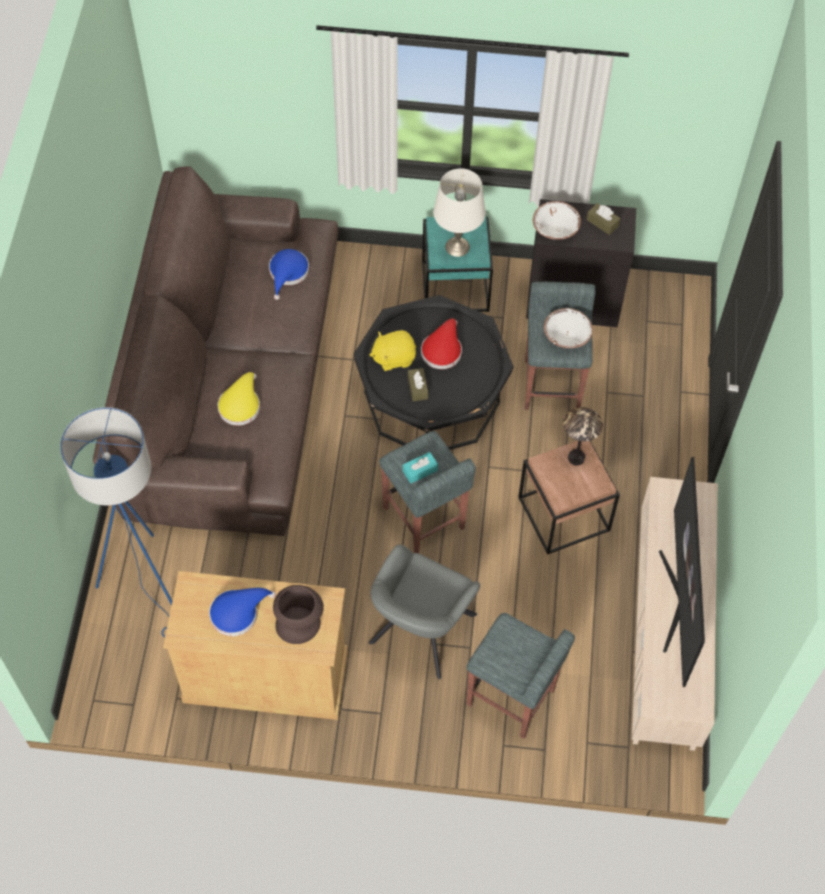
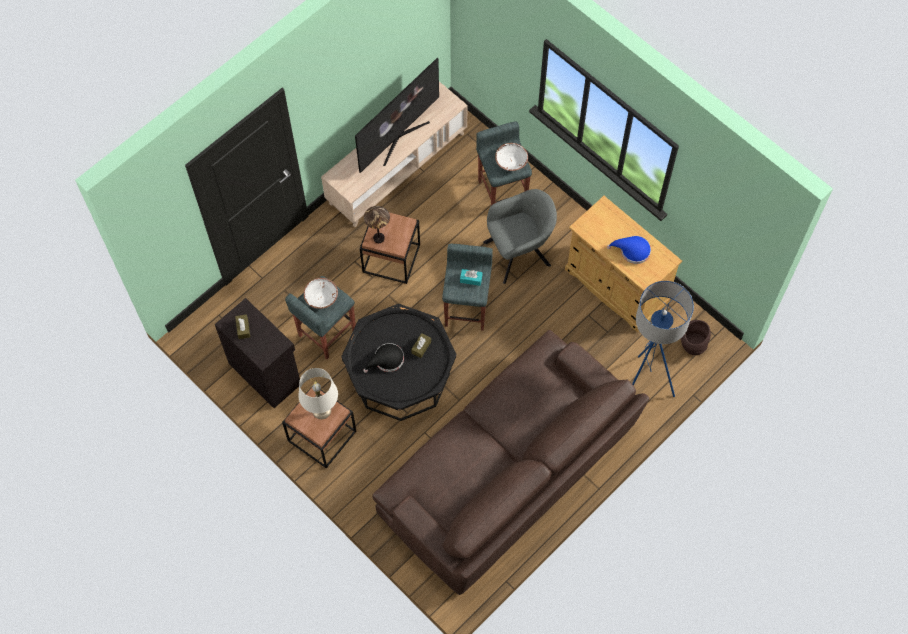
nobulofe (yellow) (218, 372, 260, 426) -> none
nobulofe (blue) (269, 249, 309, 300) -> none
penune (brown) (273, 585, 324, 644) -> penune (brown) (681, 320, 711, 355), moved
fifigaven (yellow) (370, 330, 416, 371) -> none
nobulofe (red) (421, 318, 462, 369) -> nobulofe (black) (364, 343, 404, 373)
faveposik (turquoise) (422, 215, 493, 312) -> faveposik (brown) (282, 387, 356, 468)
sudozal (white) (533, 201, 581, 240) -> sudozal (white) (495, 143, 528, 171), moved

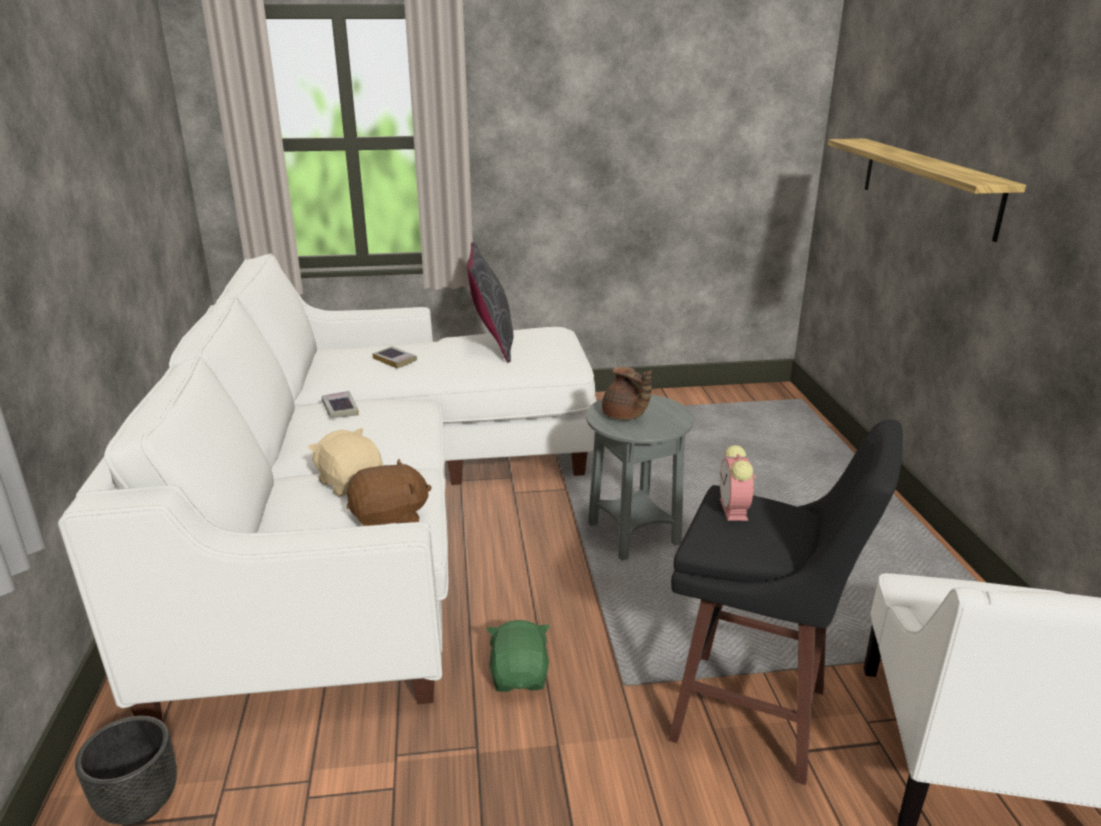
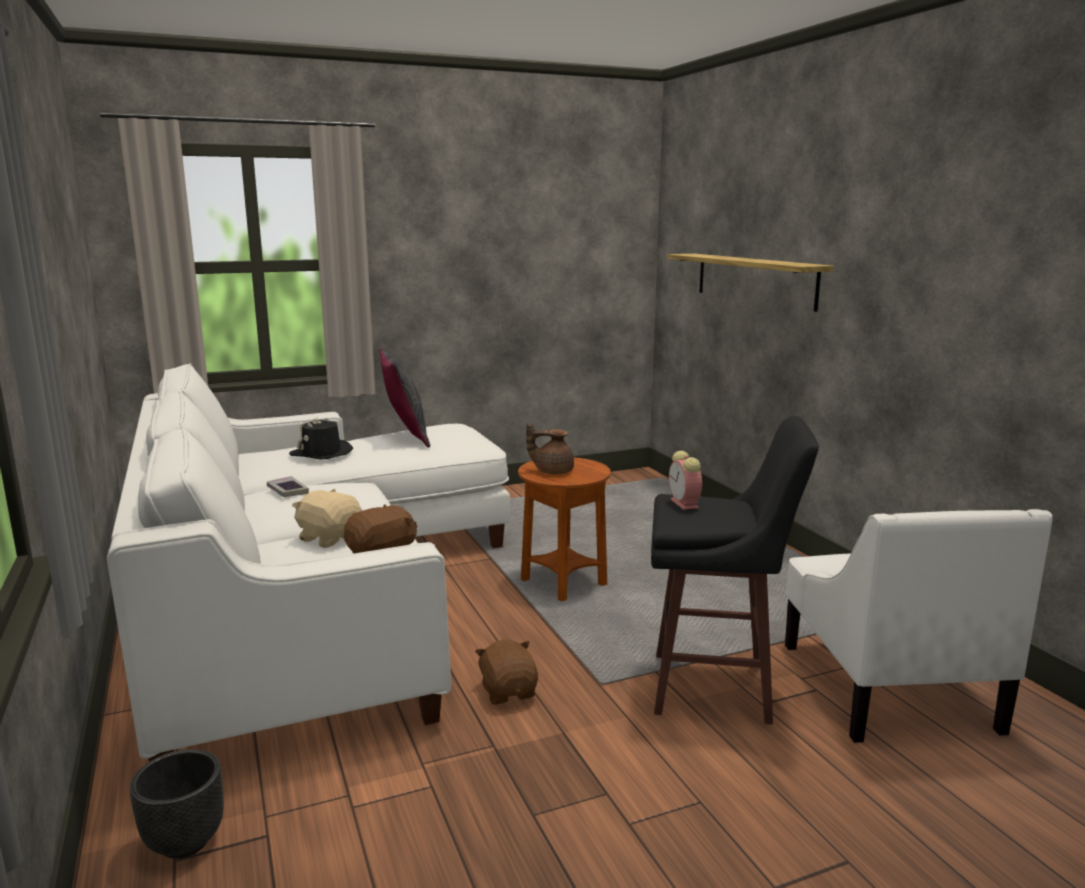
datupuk (372, 346, 417, 369) -> nobulofe (black) (289, 418, 353, 459)
fifigaven (green) (487, 620, 550, 692) -> fifigaven (brown) (475, 640, 538, 704)
faveposik (grey) (586, 395, 694, 561) -> faveposik (brown) (518, 458, 611, 601)
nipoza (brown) (602, 367, 652, 420) -> nipoza (brown) (526, 422, 574, 474), 150 degrees clockwise

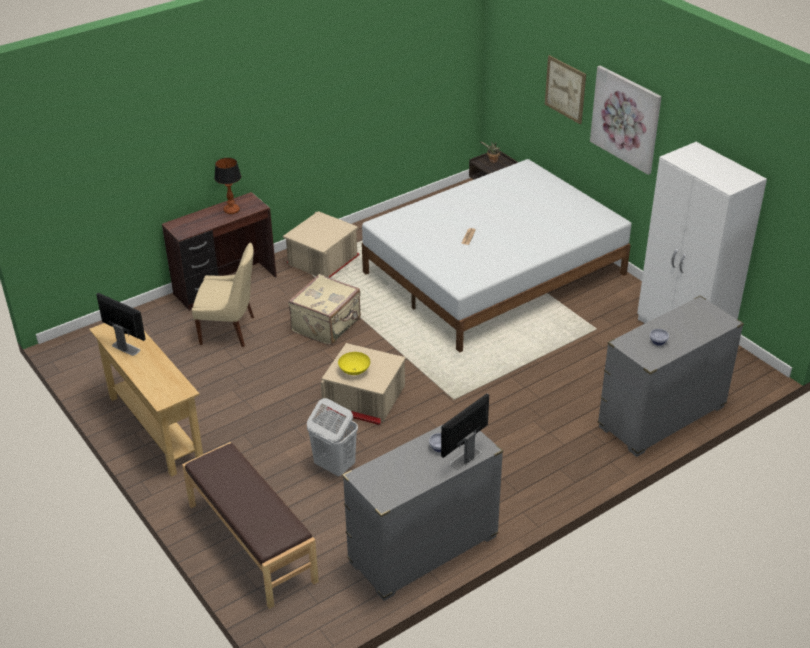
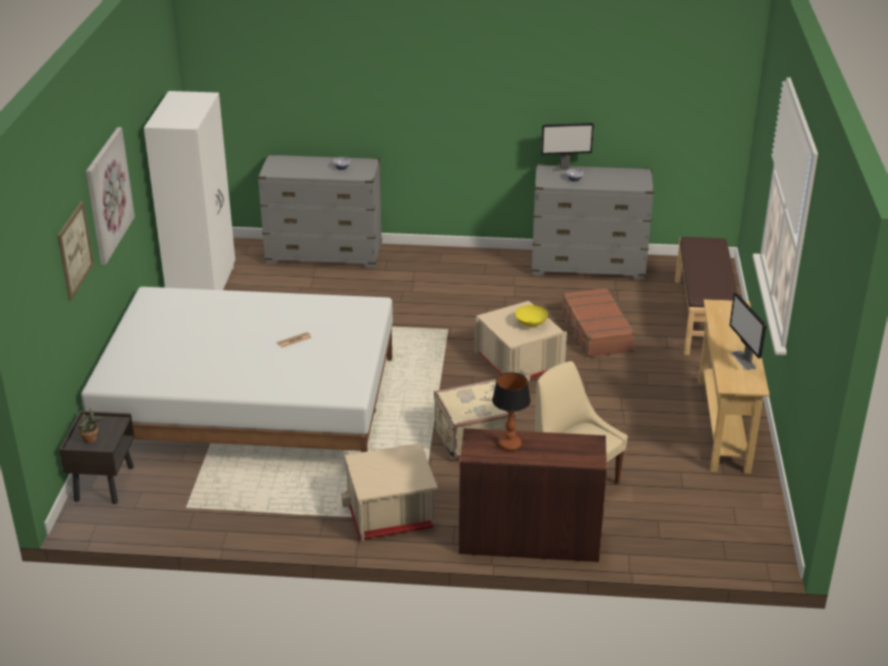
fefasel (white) (307, 398, 358, 477) -> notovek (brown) (561, 287, 635, 357)

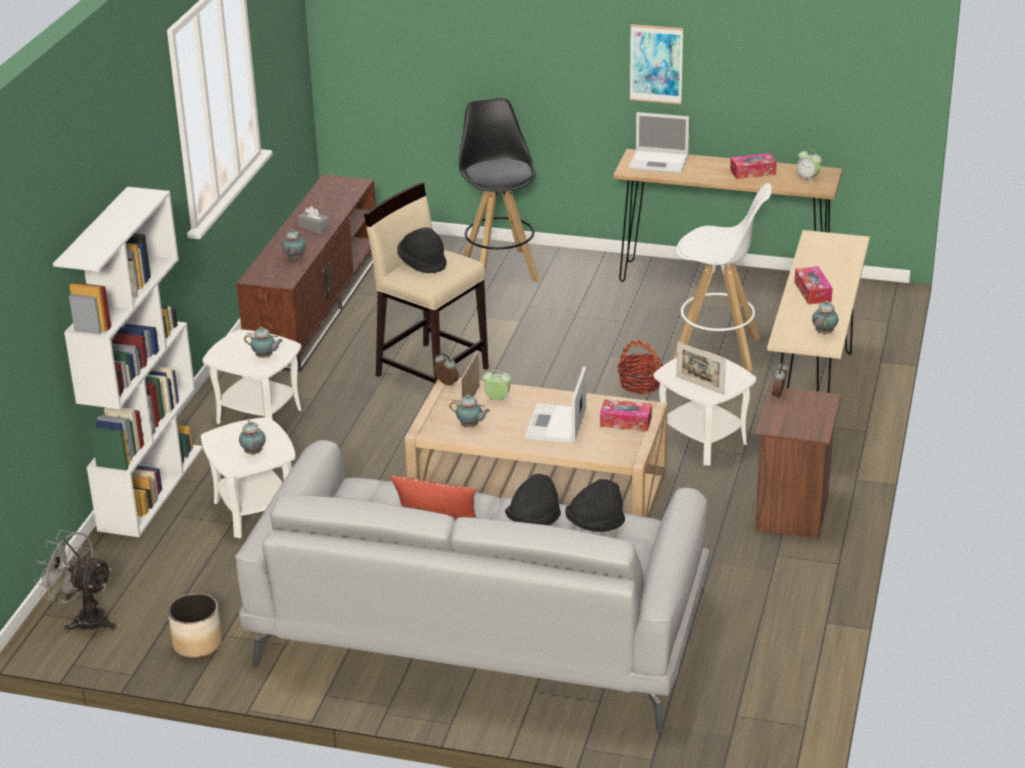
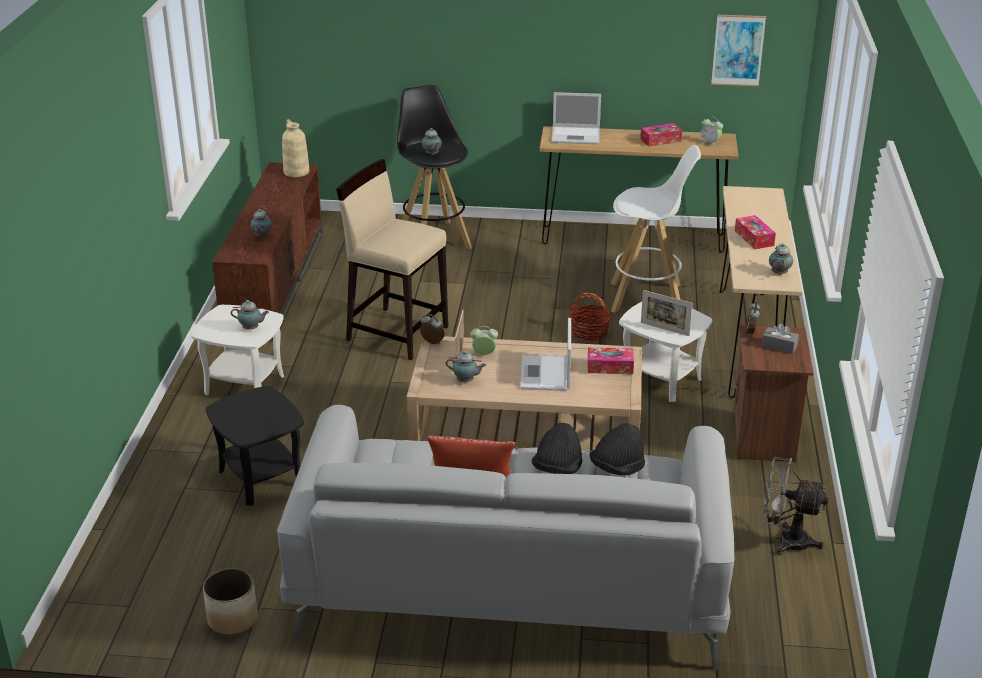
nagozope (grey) (34, 530, 116, 633) -> nagozope (grey) (762, 457, 828, 555), moved
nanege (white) (53, 187, 203, 537) -> none
faveposik (white) (201, 417, 296, 538) -> faveposik (black) (206, 386, 304, 506)
nipoza (239, 421, 266, 455) -> nipoza (422, 128, 442, 155), moved
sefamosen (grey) (298, 206, 331, 234) -> sefamosen (grey) (761, 323, 799, 354), moved
nobulofe (black) (397, 227, 447, 273) -> none
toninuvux (630, 24, 683, 104) -> toninuvux (711, 15, 766, 86), moved
none -> penune (beige) (282, 119, 309, 177)

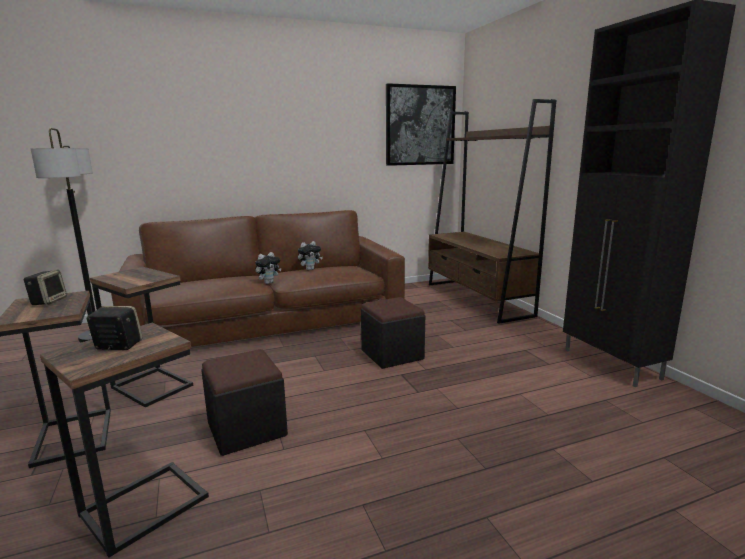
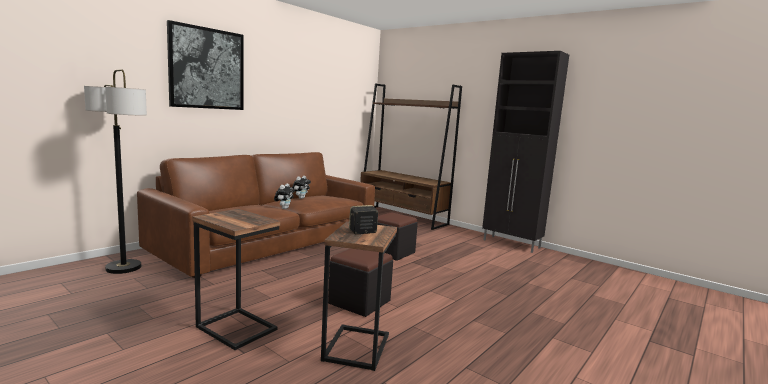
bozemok (24, 270, 67, 305) -> none
faveposik (90, 267, 193, 408) -> none
toninuvux (386, 83, 456, 166) -> toninuvux (167, 20, 243, 110), moved

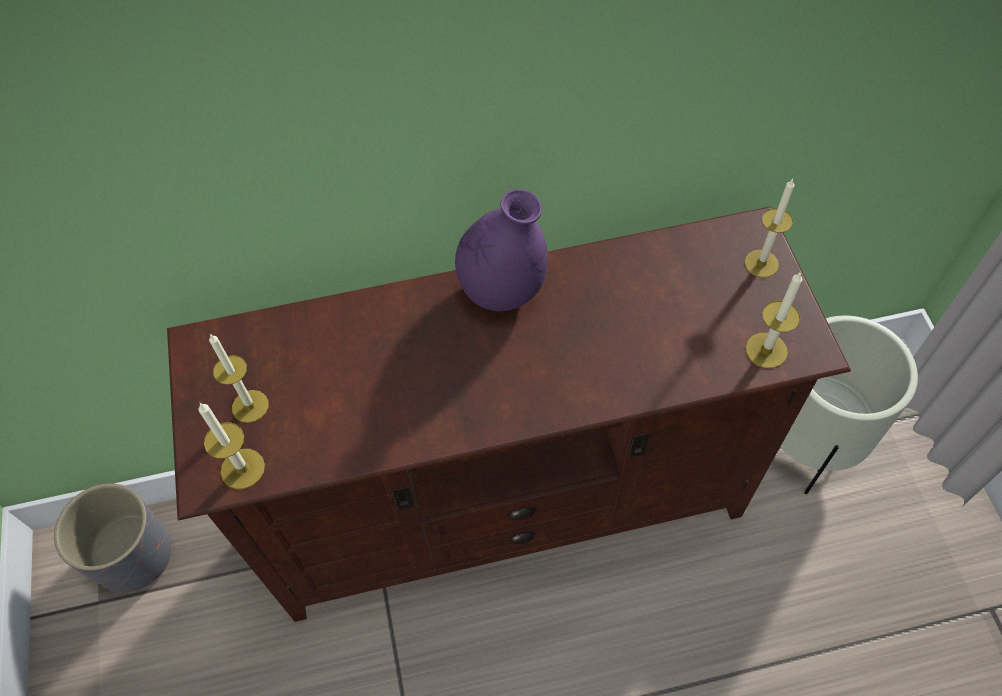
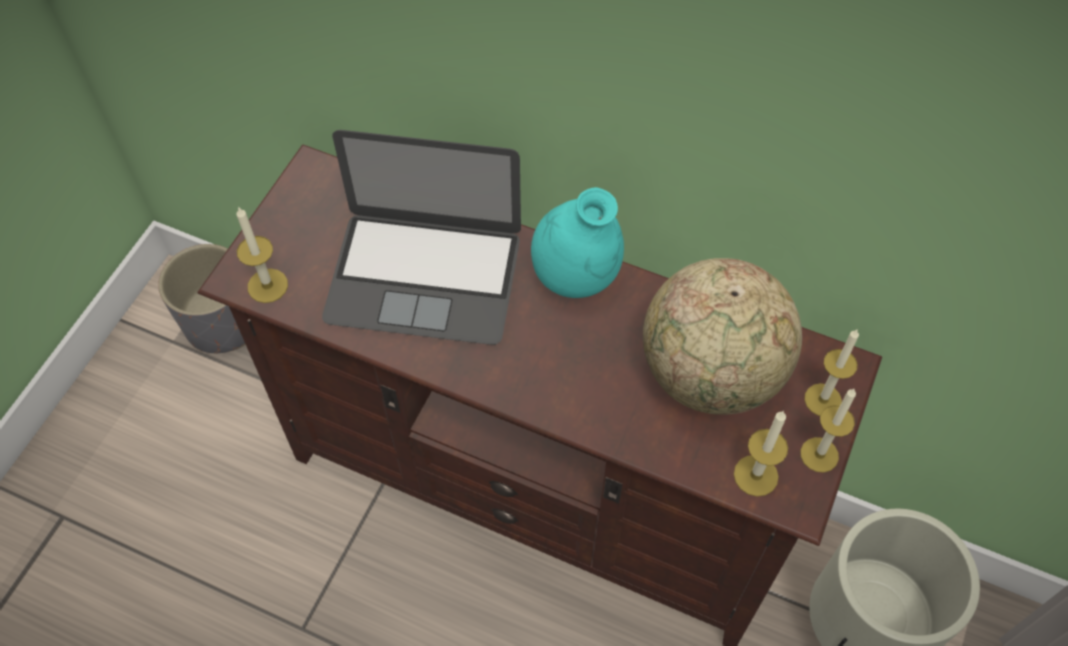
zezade (209, 334, 269, 423) -> zezade (800, 389, 856, 473), moved
penune (purple) (455, 189, 548, 311) -> penune (turquoise) (531, 187, 624, 298)
none -> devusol (322, 130, 521, 345)
none -> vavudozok (643, 258, 802, 415)

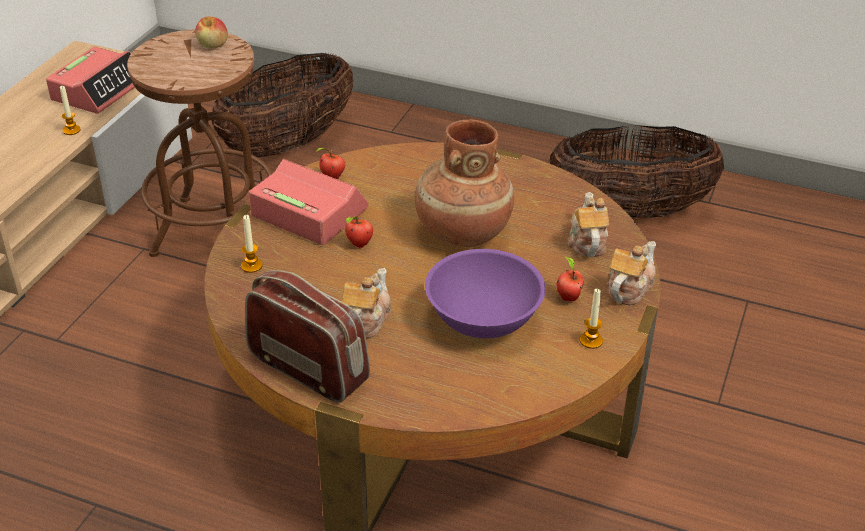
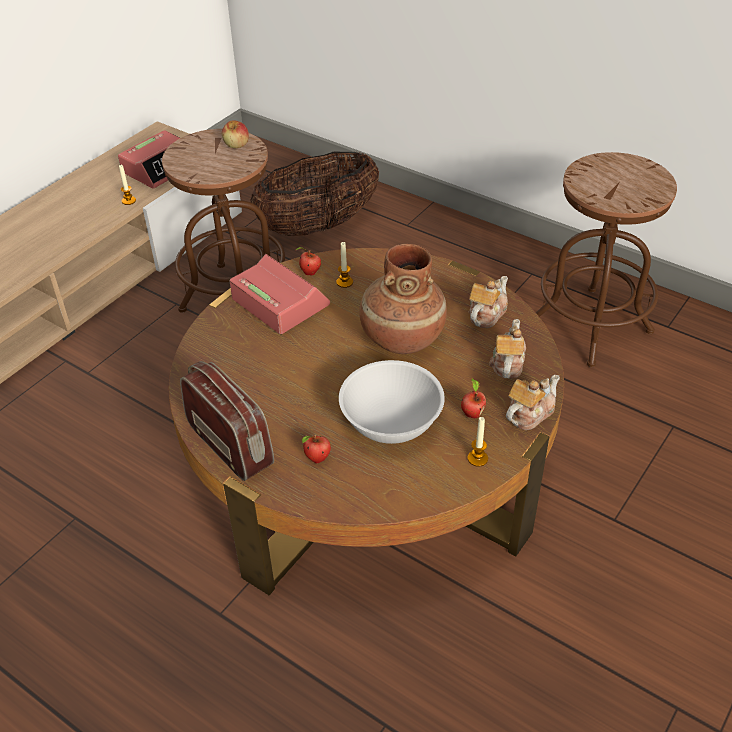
zezade (241, 215, 263, 273) -> zezade (336, 242, 353, 288), moved
nipoza (342, 268, 391, 338) -> nipoza (469, 276, 508, 328), moved
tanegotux (345, 216, 373, 248) -> tanegotux (302, 435, 331, 463), moved
sudozal (purple) (425, 249, 546, 339) -> sudozal (white) (339, 360, 445, 444)
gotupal (548, 125, 724, 220) -> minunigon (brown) (536, 152, 677, 367)

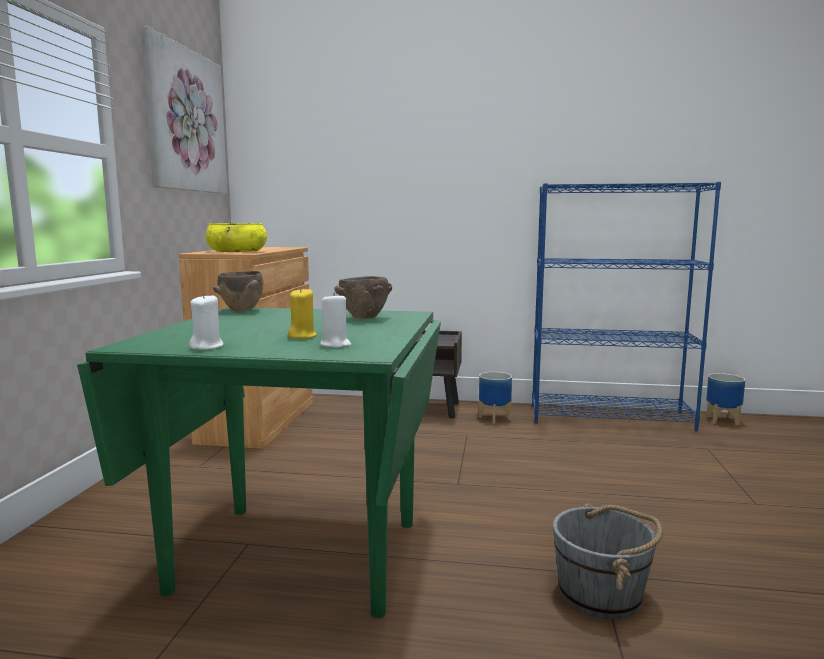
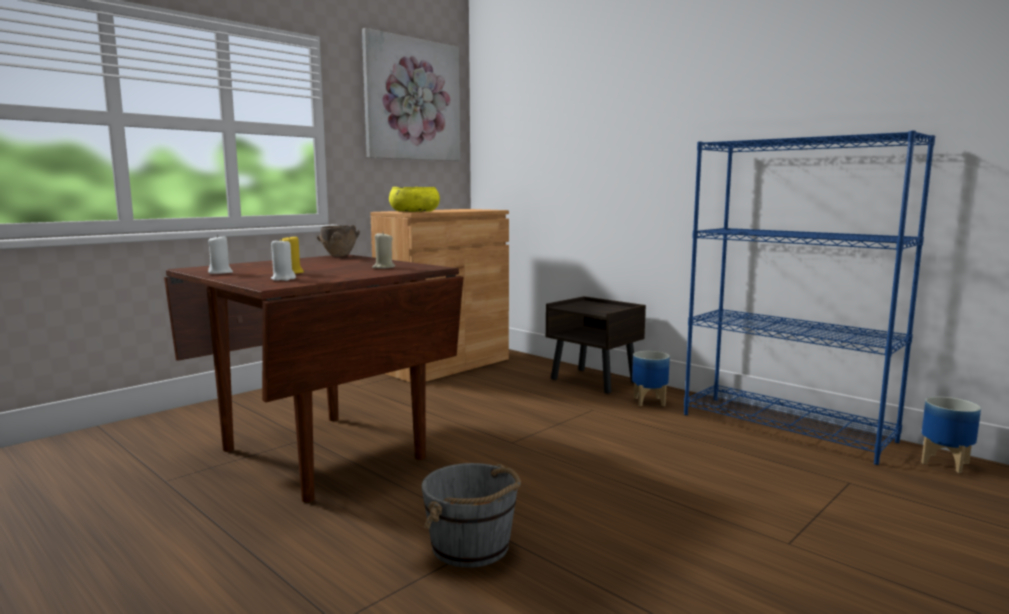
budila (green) (77, 307, 441, 618) -> budila (brown) (164, 255, 463, 503)
sudozal (brown) (334, 276, 392, 319) -> zezade (beige) (372, 233, 395, 269)

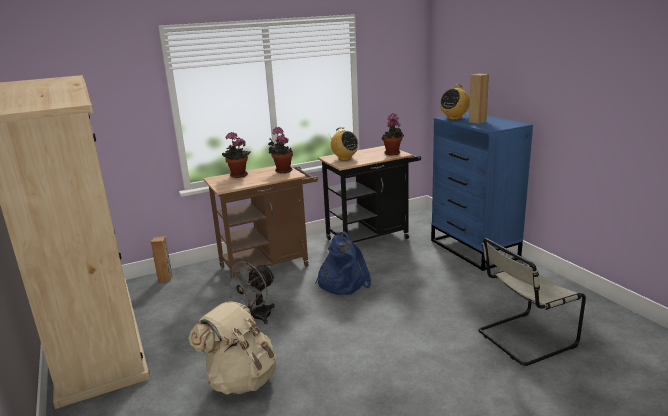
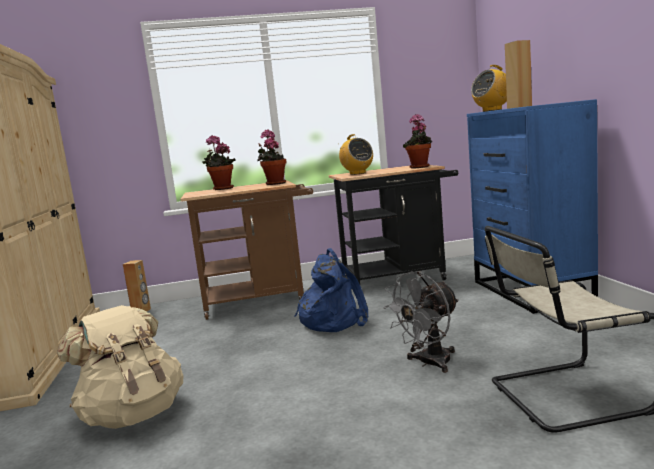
nagozope (grey) (225, 261, 275, 324) -> nagozope (grey) (383, 271, 459, 373), moved

